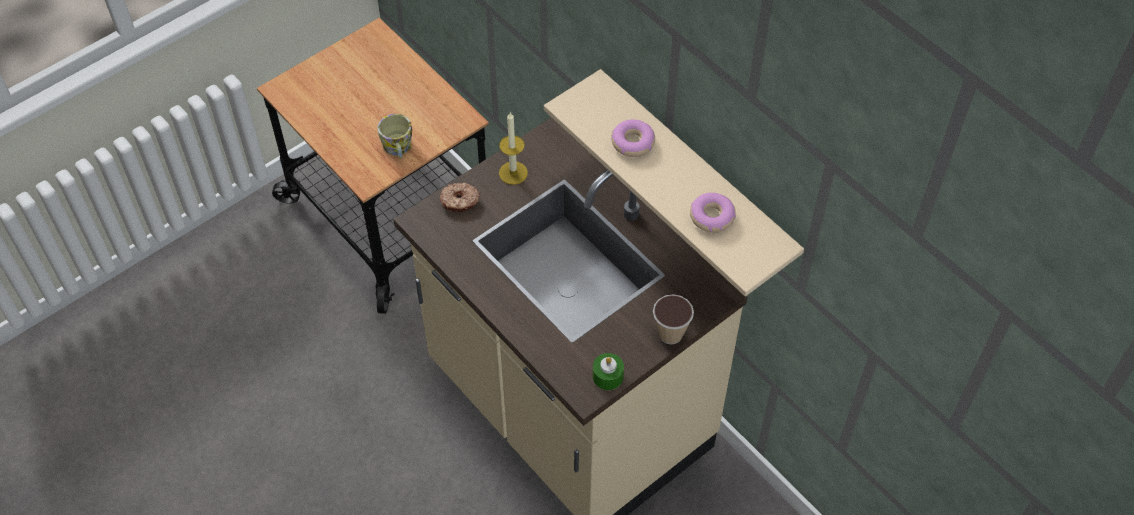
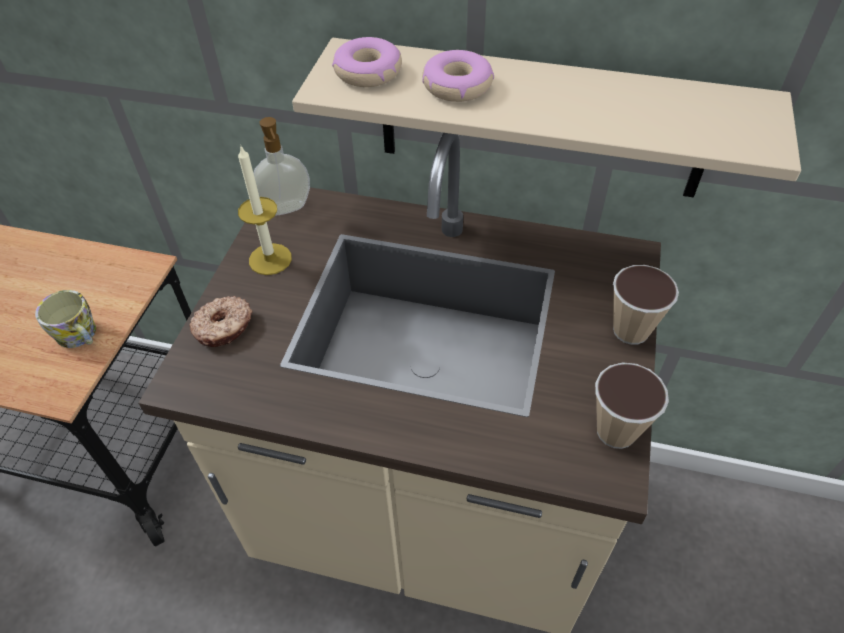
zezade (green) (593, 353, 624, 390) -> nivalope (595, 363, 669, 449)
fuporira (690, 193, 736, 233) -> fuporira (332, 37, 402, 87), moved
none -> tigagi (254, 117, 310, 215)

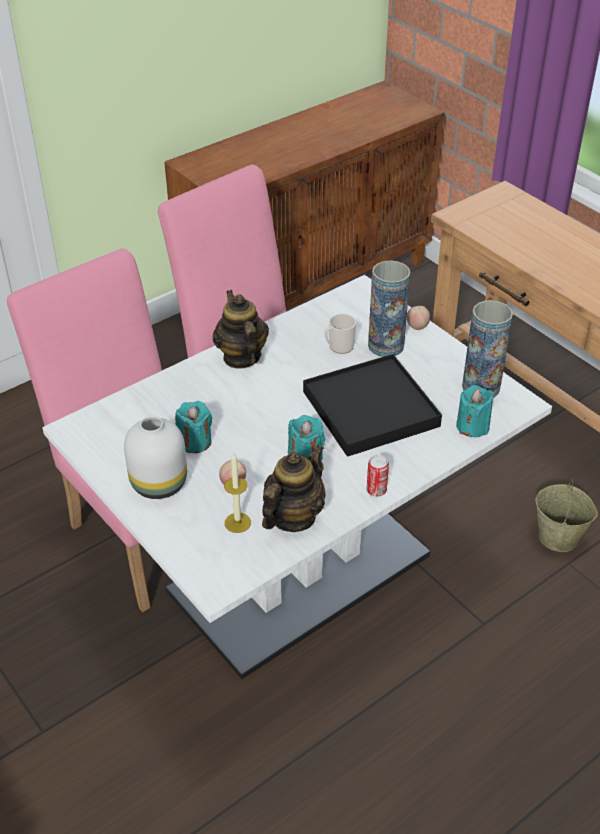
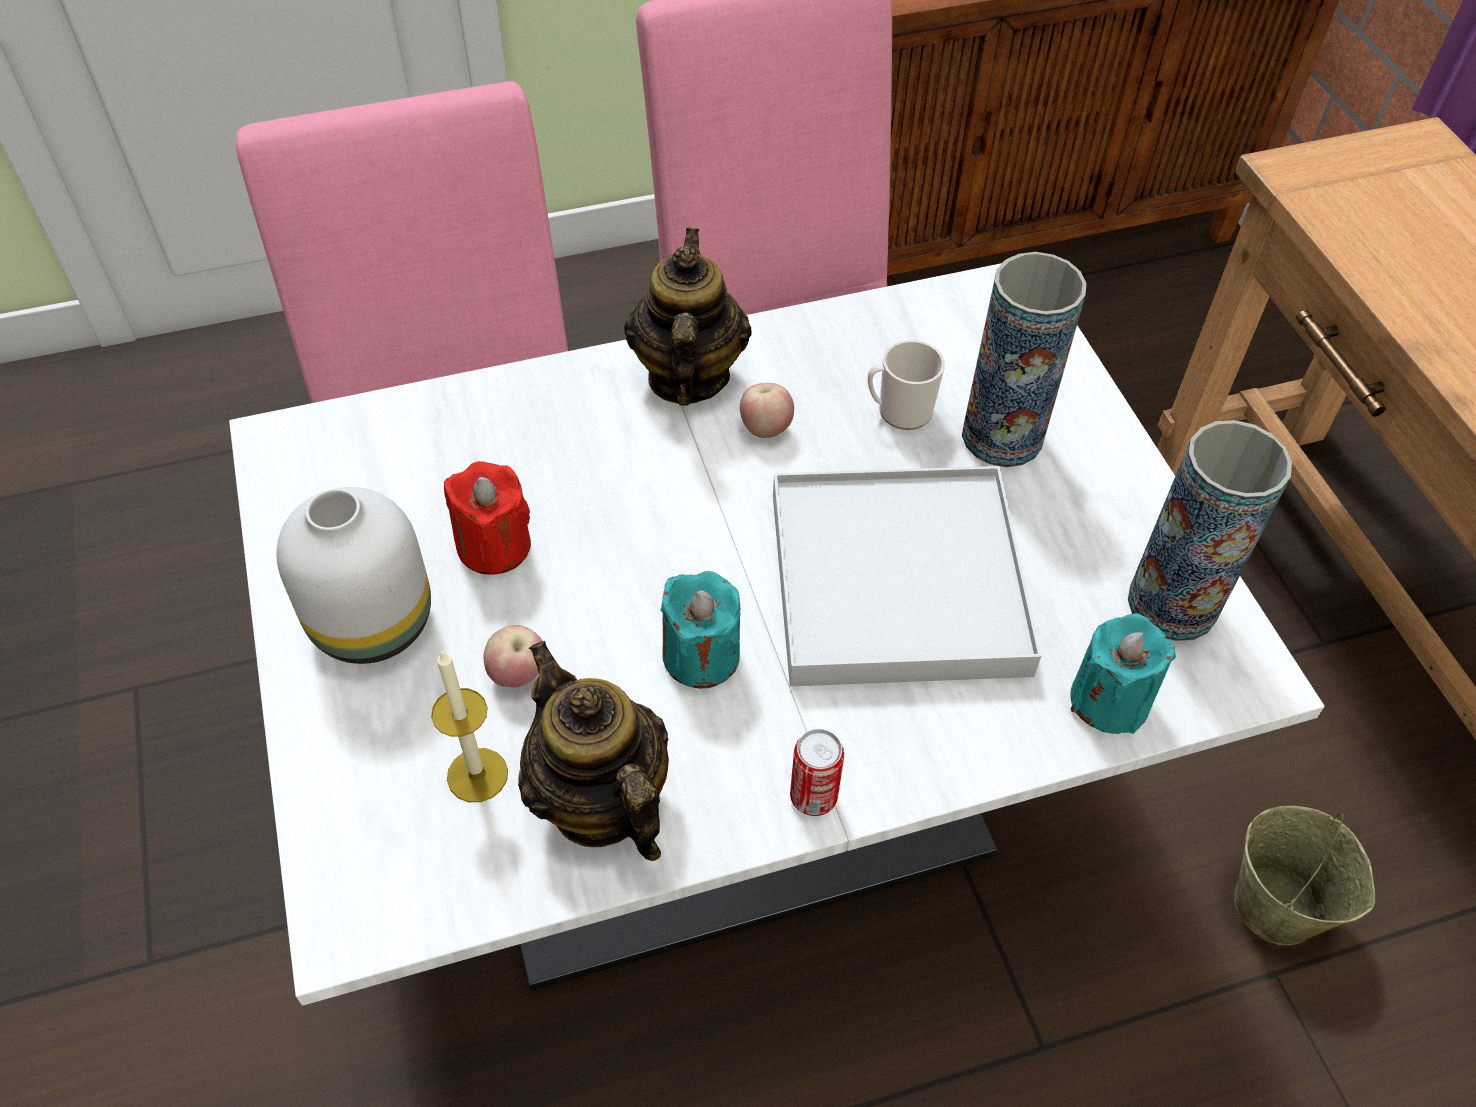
zezade (turquoise) (175, 401, 212, 453) -> zezade (red) (444, 461, 531, 575)
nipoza (262, 444, 325, 532) -> nipoza (518, 641, 669, 861), 90 degrees counterclockwise
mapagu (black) (303, 354, 442, 457) -> mapagu (white) (773, 466, 1042, 686)
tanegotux (407, 306, 430, 330) -> tanegotux (740, 383, 794, 438), moved

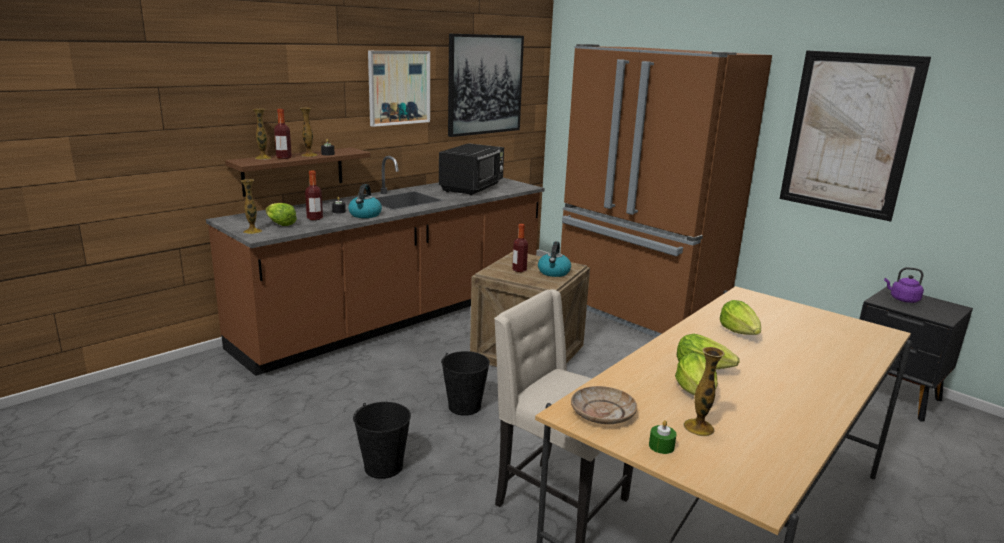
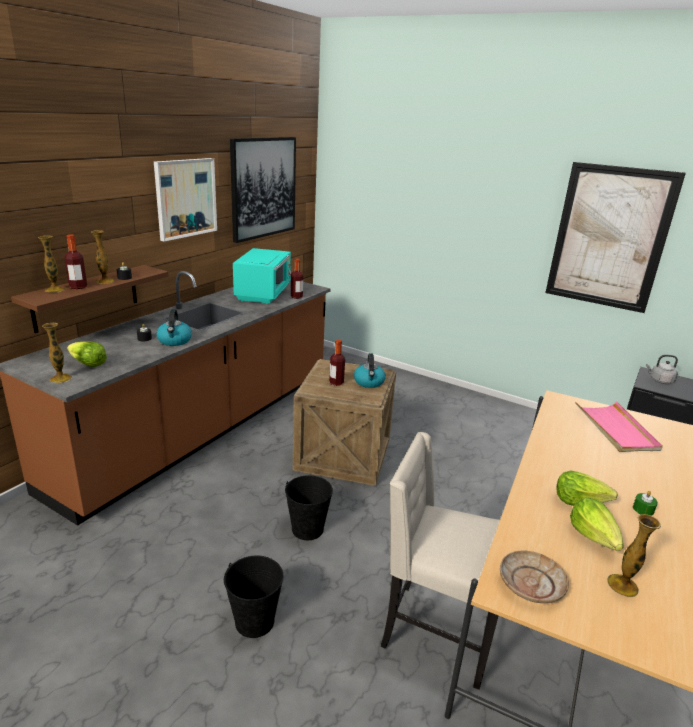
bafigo (305, 170, 323, 220) -> bafigo (291, 259, 303, 299), moved
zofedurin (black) (439, 143, 504, 196) -> zofedurin (turquoise) (233, 248, 291, 304)
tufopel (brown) (560, 44, 772, 337) -> none
zezade (green) (649, 420, 677, 454) -> zezade (green) (633, 491, 658, 516), moved
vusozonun (720, 300, 761, 335) -> none
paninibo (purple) (884, 267, 924, 303) -> paninibo (grey) (646, 355, 678, 384)
none -> mapagu (pink) (575, 401, 663, 452)

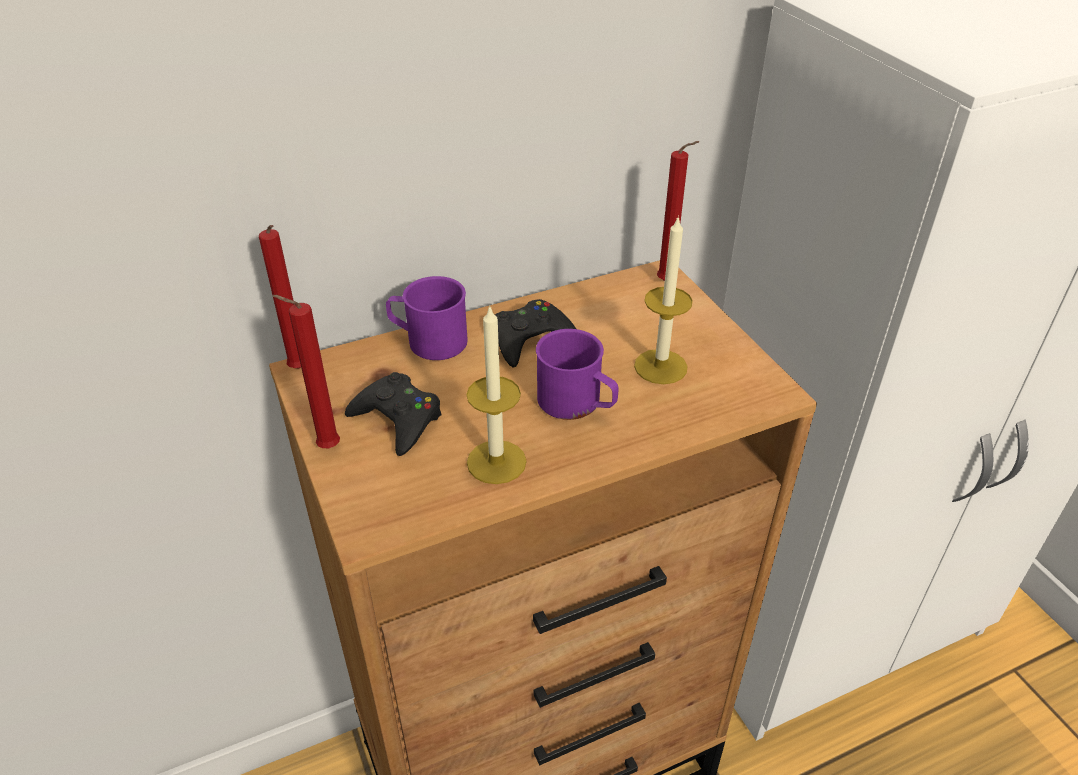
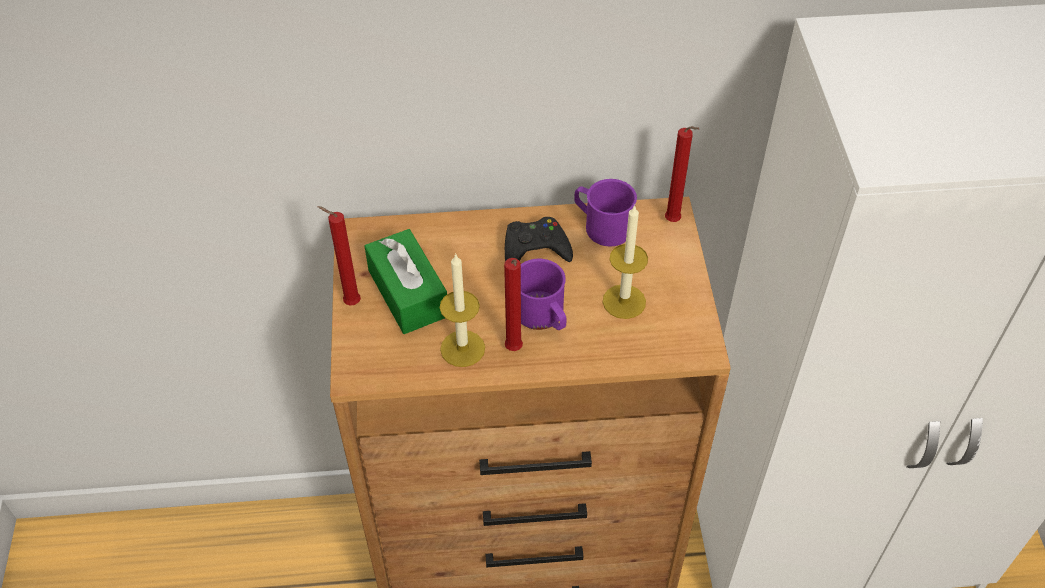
zezade (red) (259, 225, 301, 368) -> zezade (red) (504, 258, 523, 351), moved
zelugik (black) (345, 372, 442, 456) -> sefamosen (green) (364, 229, 447, 334)
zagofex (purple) (386, 276, 468, 360) -> zagofex (purple) (574, 179, 637, 246), moved

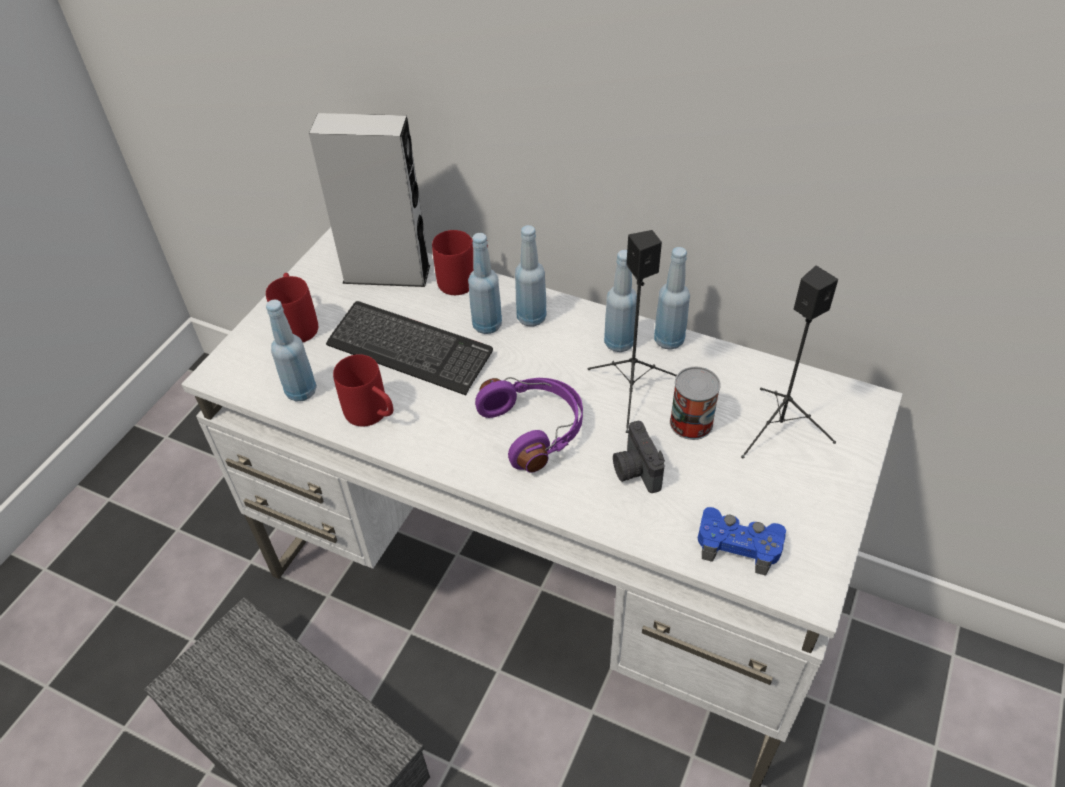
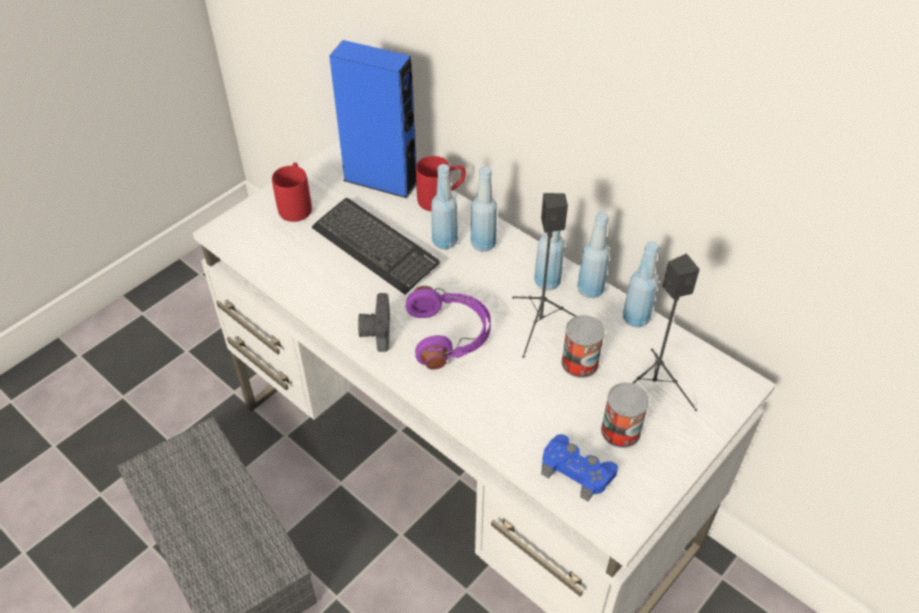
bafigo (blue) (266, 299, 317, 401) -> bafigo (blue) (623, 241, 659, 328), moved
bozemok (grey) (309, 113, 430, 287) -> bozemok (blue) (329, 40, 416, 198)
zagofex (red) (333, 354, 393, 427) -> none
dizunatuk (613, 421, 665, 493) -> dizunatuk (358, 293, 390, 352), moved
none -> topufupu (601, 382, 649, 448)

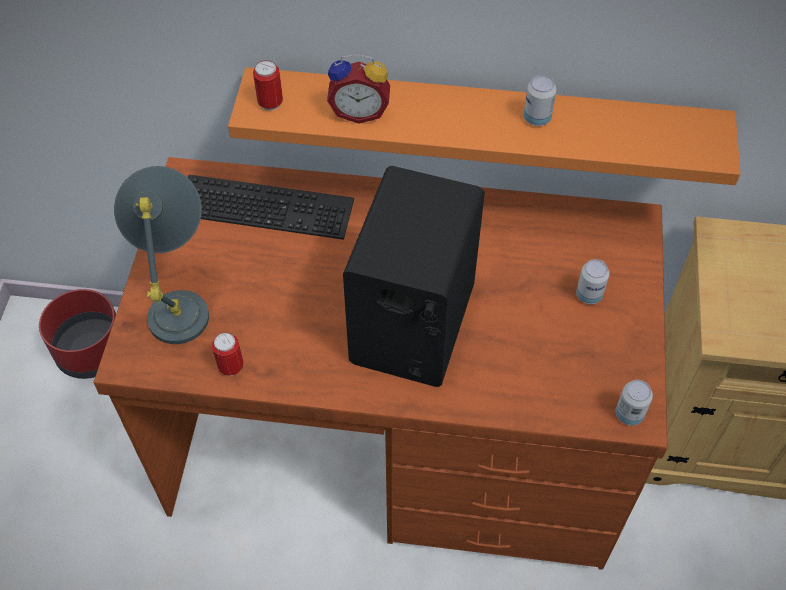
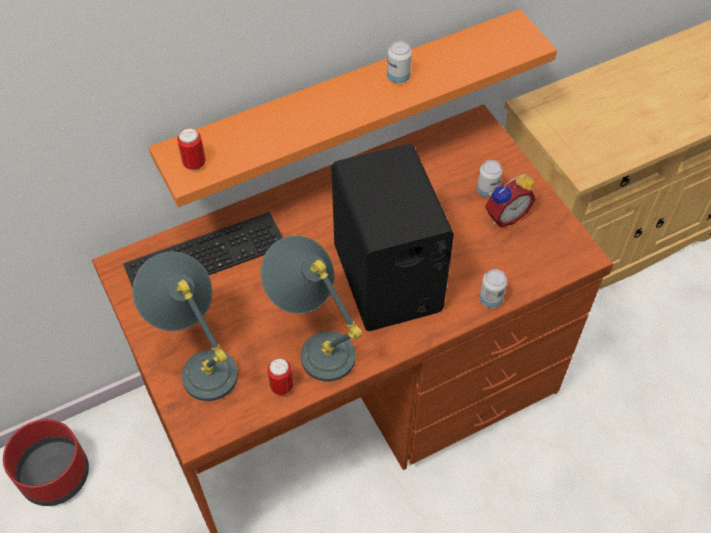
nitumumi (327, 54, 390, 124) -> nitumumi (485, 174, 536, 227), moved
topufupu (616, 380, 653, 426) -> topufupu (479, 269, 507, 308), moved
none -> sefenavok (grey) (261, 235, 363, 382)

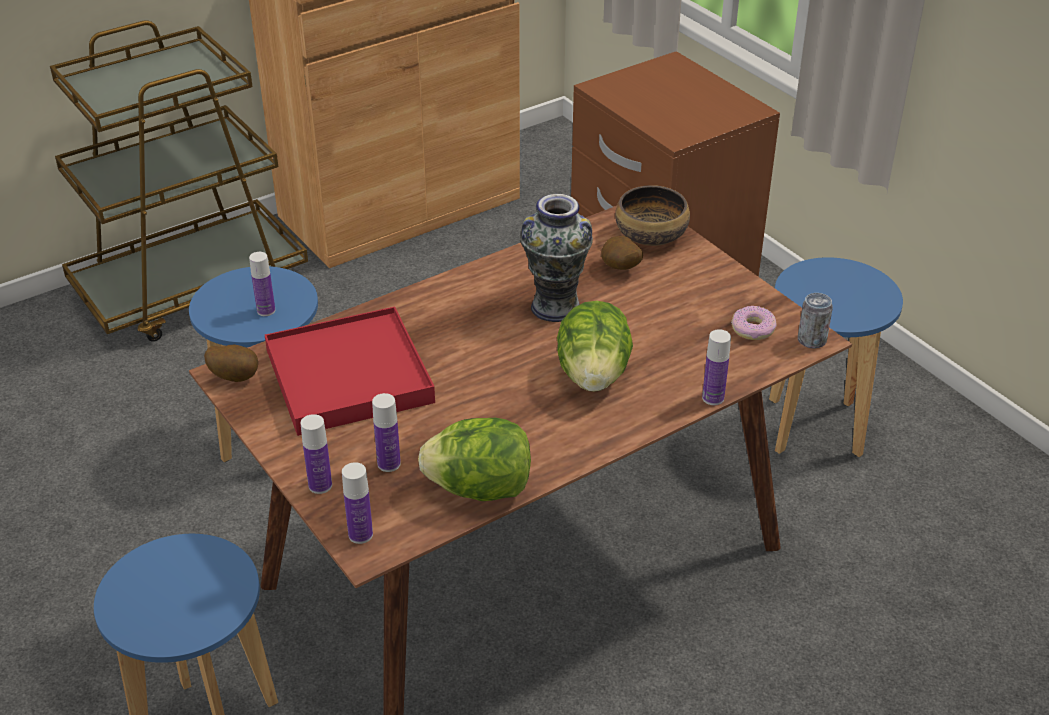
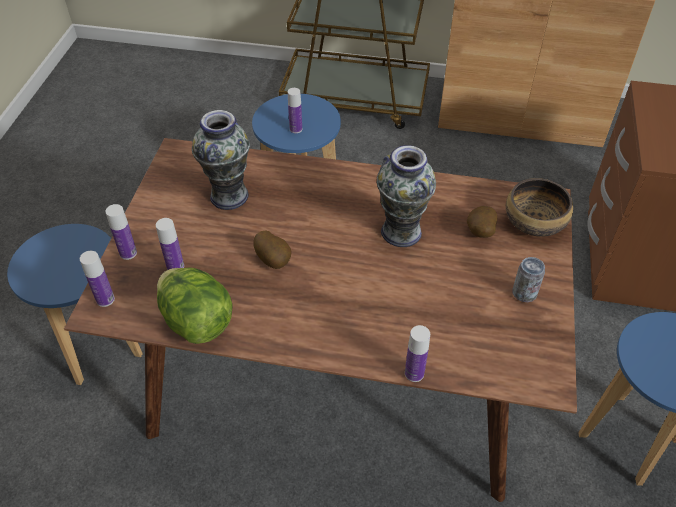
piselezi (204, 345, 258, 382) -> piselezi (254, 231, 291, 269), moved
mapagu (red) (265, 307, 435, 436) -> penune (192, 110, 250, 210)
vusozonun (557, 301, 633, 392) -> none
fuporira (731, 306, 777, 340) -> none
topufupu (798, 293, 833, 349) -> topufupu (512, 257, 545, 302), moved

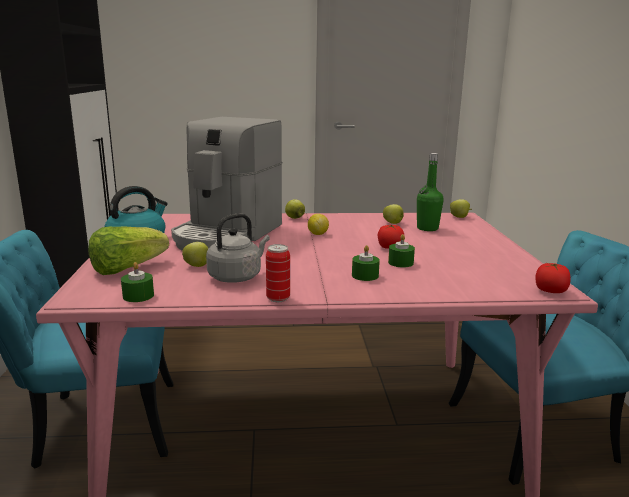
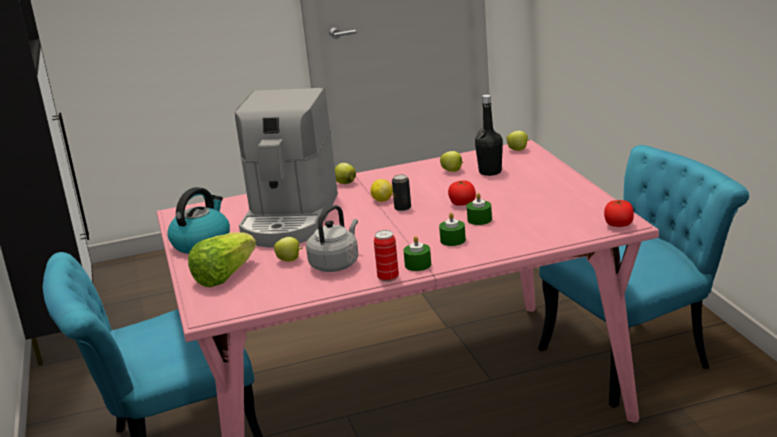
zezade (green) (121, 262, 154, 302) -> zezade (green) (403, 236, 431, 271), moved
bafigo (green) (417, 153, 444, 231) -> bafigo (black) (475, 95, 503, 176)
none -> topufupu (392, 174, 411, 211)

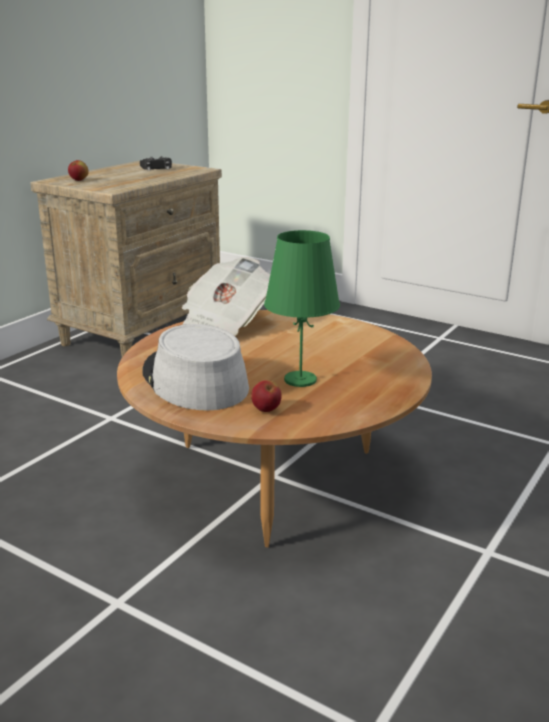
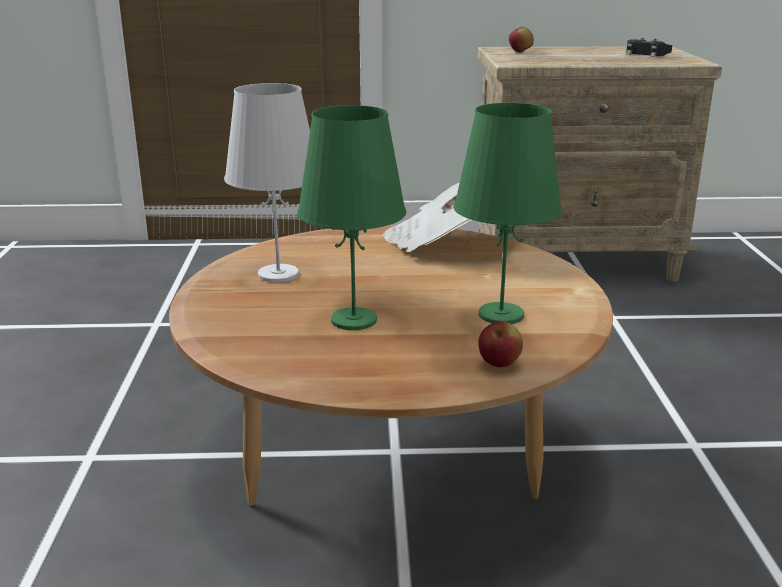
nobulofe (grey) (142, 324, 249, 411) -> sefenavok (white) (224, 83, 310, 282)
tanegotux (251, 380, 282, 412) -> tanegotux (478, 321, 523, 367), moved
none -> sefenavok (green) (453, 103, 562, 324)

